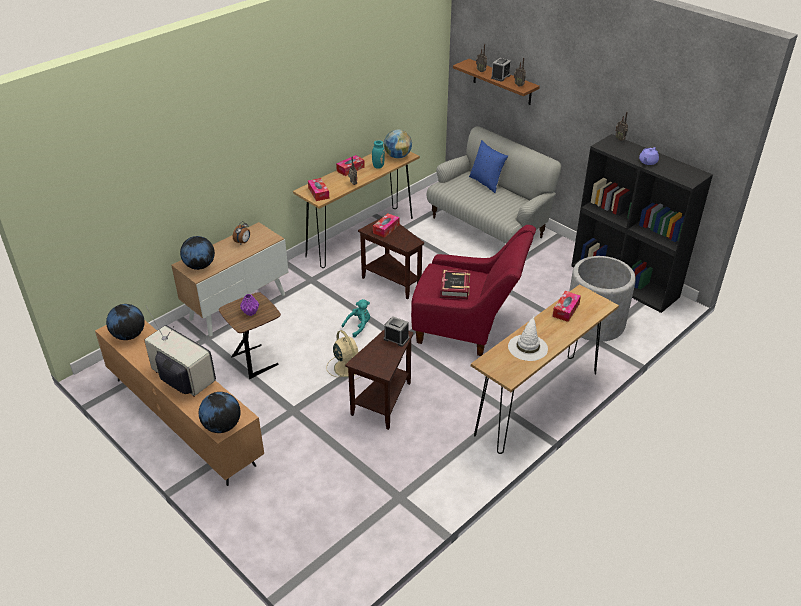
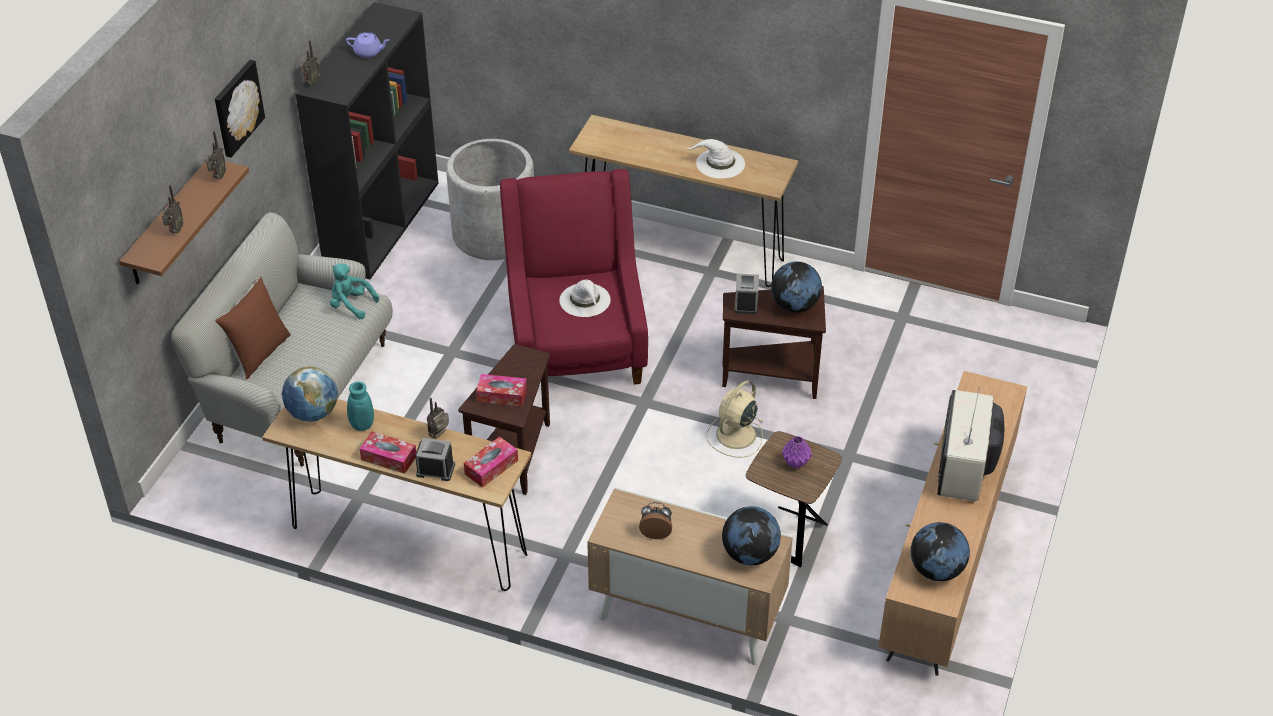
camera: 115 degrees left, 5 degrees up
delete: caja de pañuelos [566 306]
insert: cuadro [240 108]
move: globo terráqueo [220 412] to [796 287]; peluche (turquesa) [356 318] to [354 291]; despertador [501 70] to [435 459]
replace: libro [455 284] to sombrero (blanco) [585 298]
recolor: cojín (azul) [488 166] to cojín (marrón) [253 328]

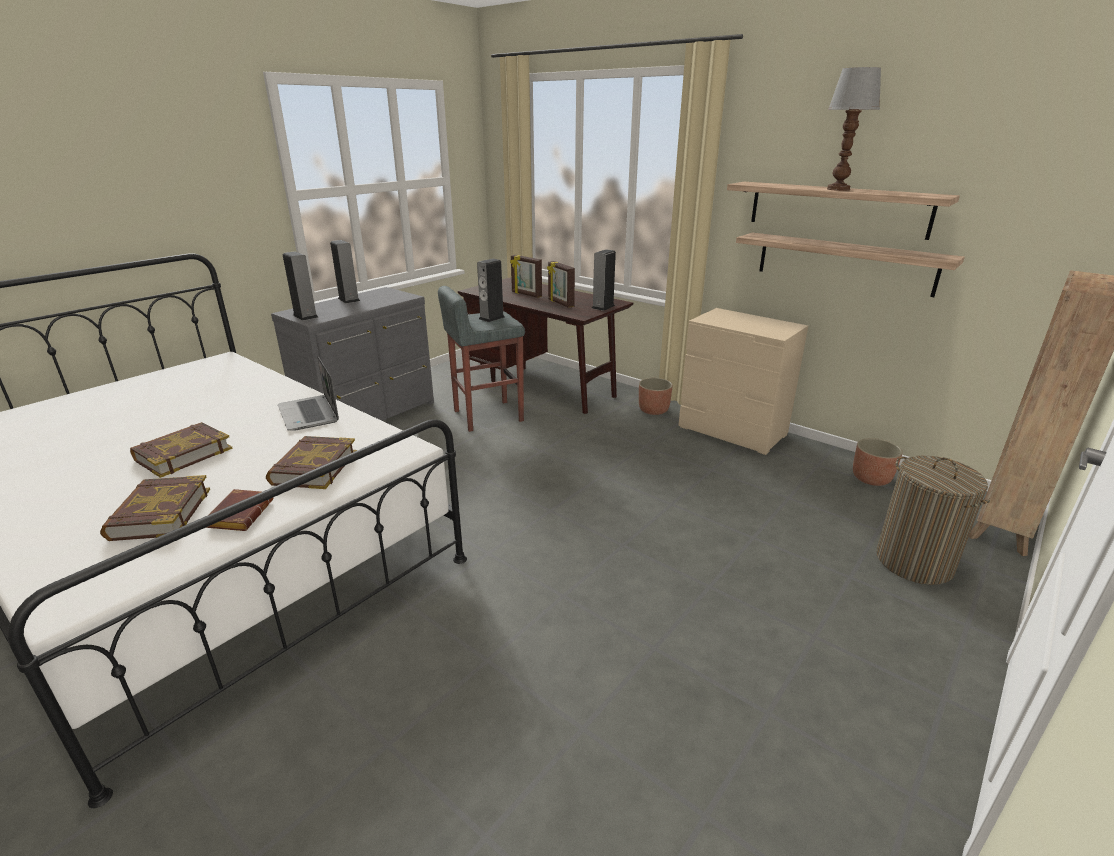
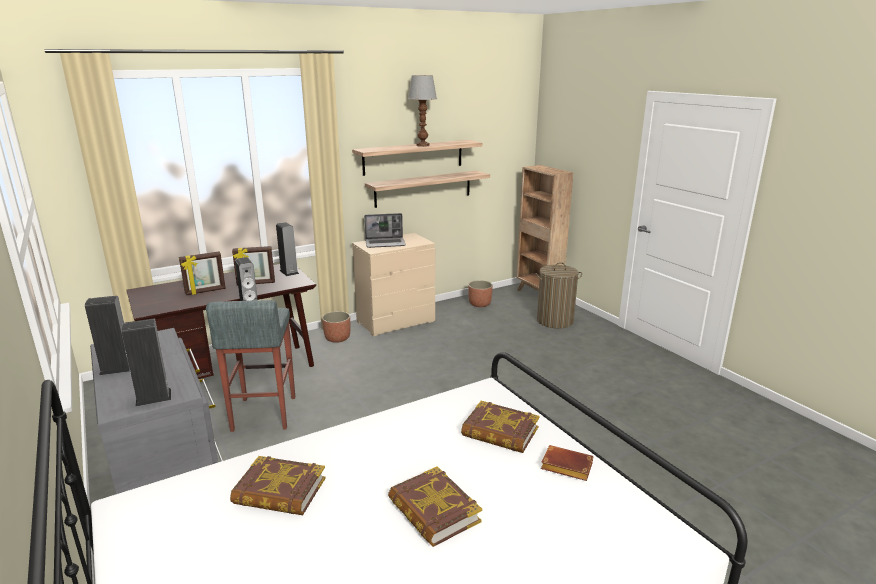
camera: 70 degrees left, 5 degrees down
move: libro [155 508] to [277 485]; portátil [308 393] to [385 230]

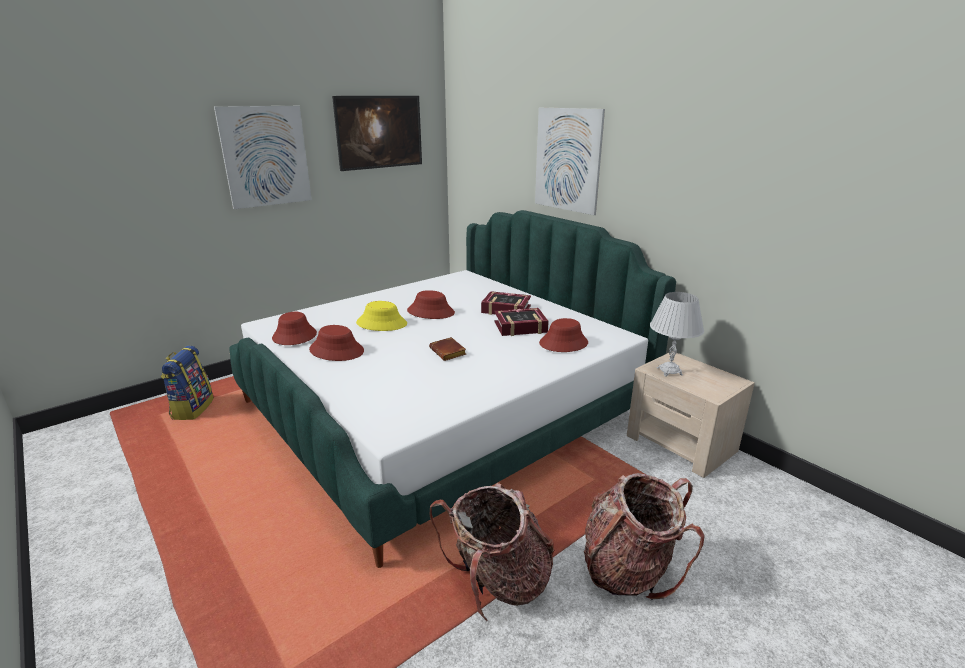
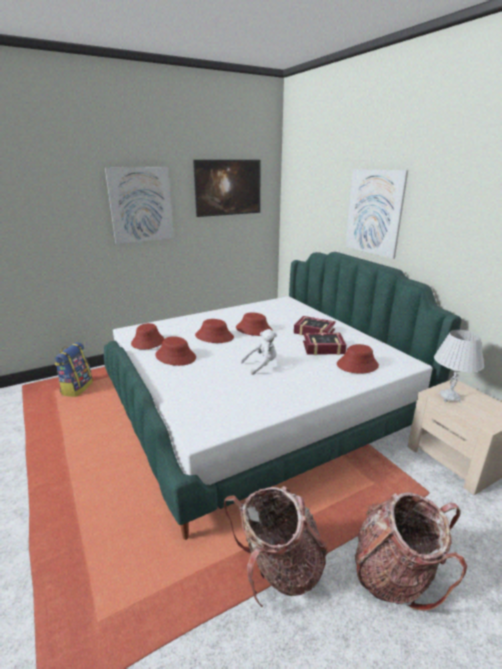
camera: 10 degrees right, 0 degrees up
replace: libro (marrón) [447 349] to peluche (blanco) [259 352]
recolor: sombrero (amarillo) [381 316] to sombrero (rojo) [214 331]

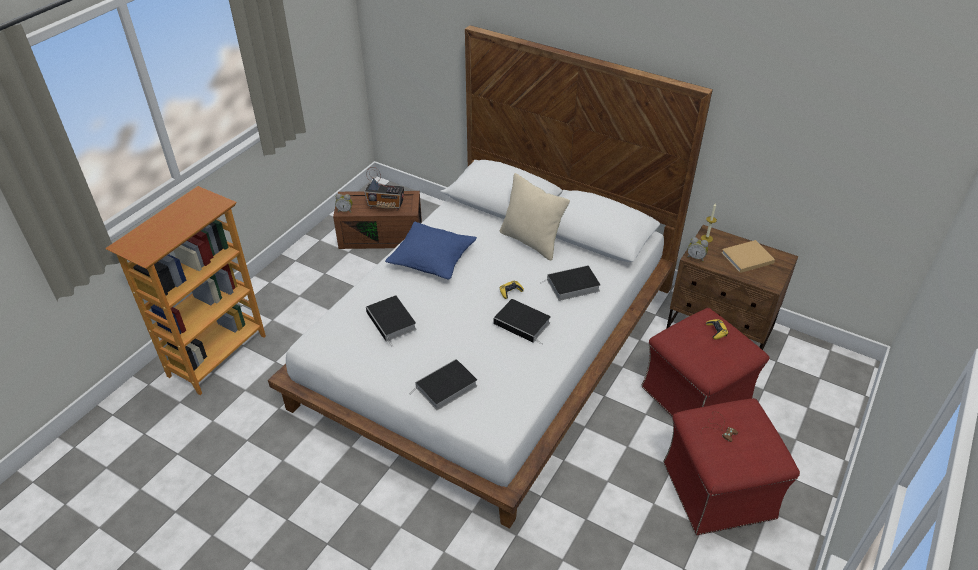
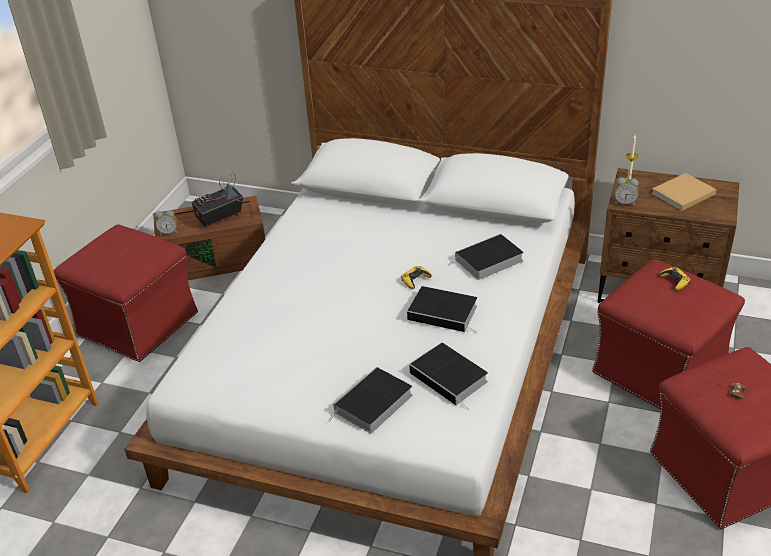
camera: 10 degrees left, 5 degrees down
delete: cojín (azul) [431 250]; cojín (beis) [535 217]
insert: puf (rojo) [126 293]
move: libro [391 320] to [448 376]
rotate: radio [384 189] = [217 199] 150 degrees clockwise

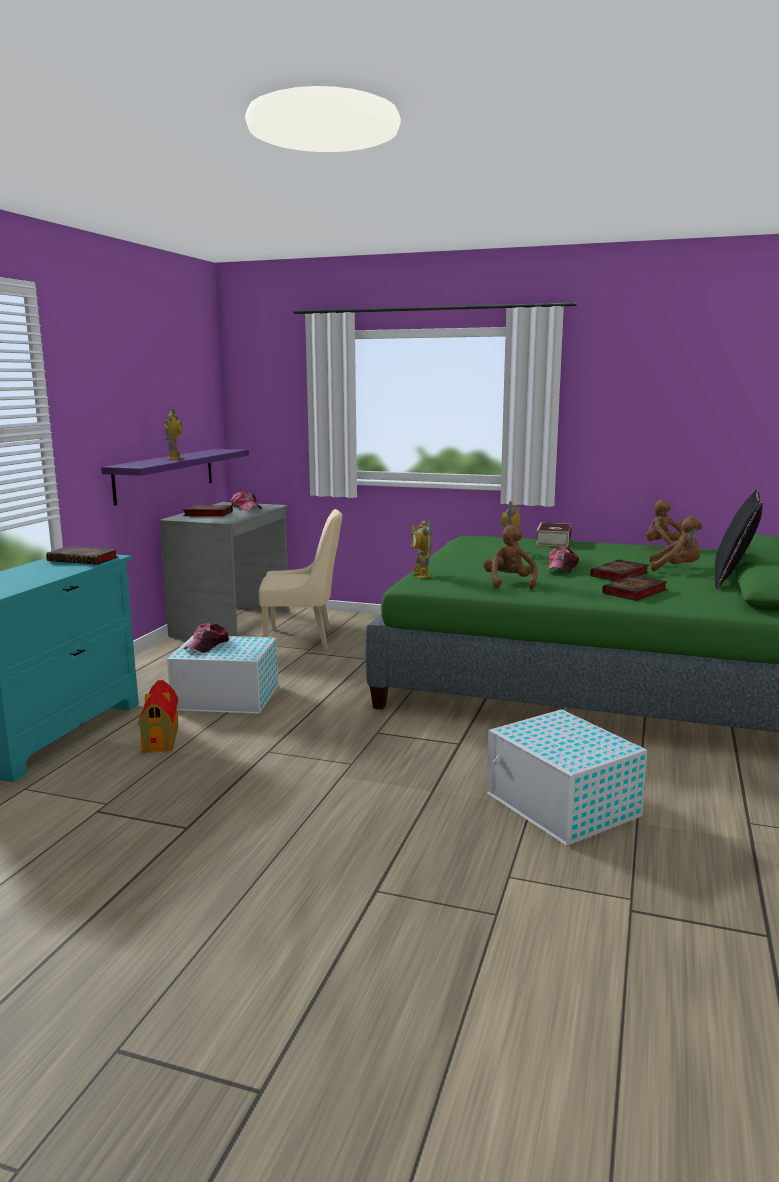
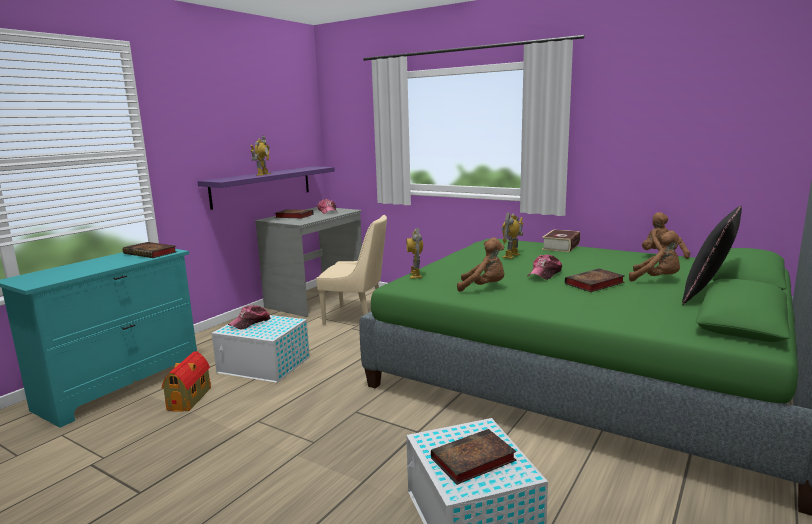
camera: 15 degrees right, 0 degrees up
move: libro [634 588] to [473 457]
rotate: peluche (marrón) [510 557] = [480 265] 90 degrees clockwise

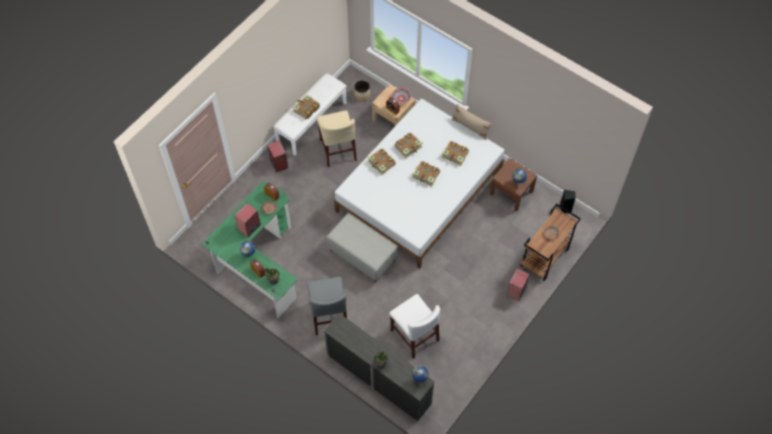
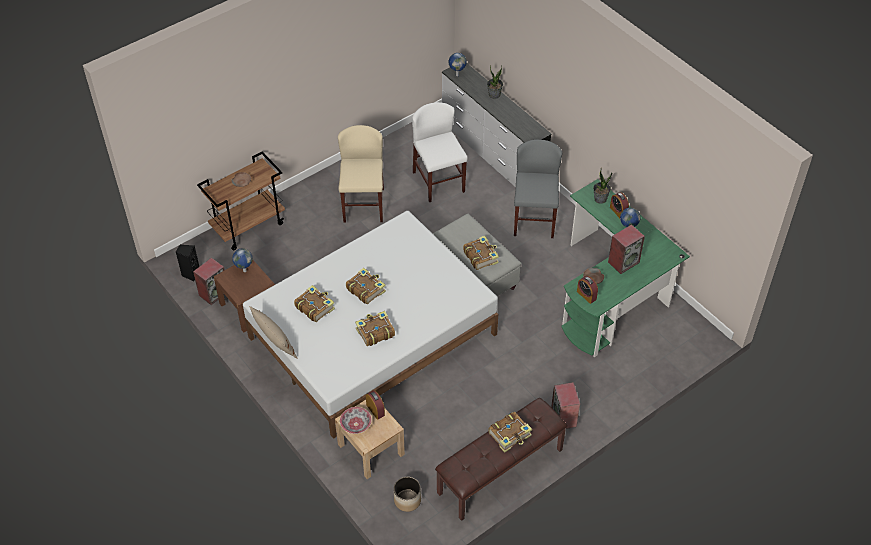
camera: 165 degrees left, 10 degrees down
move: silla (beis) [337 138] to [361 174]; libro [381 161] to [481 253]; altavoz [518 284] to [209 281]
recolor: banco (blanco) [310 115] to banco (marrón) [501 459]

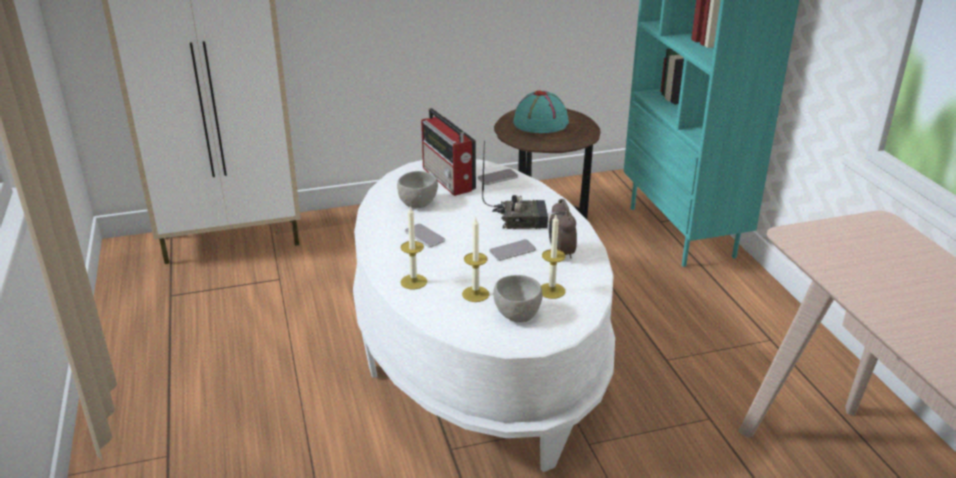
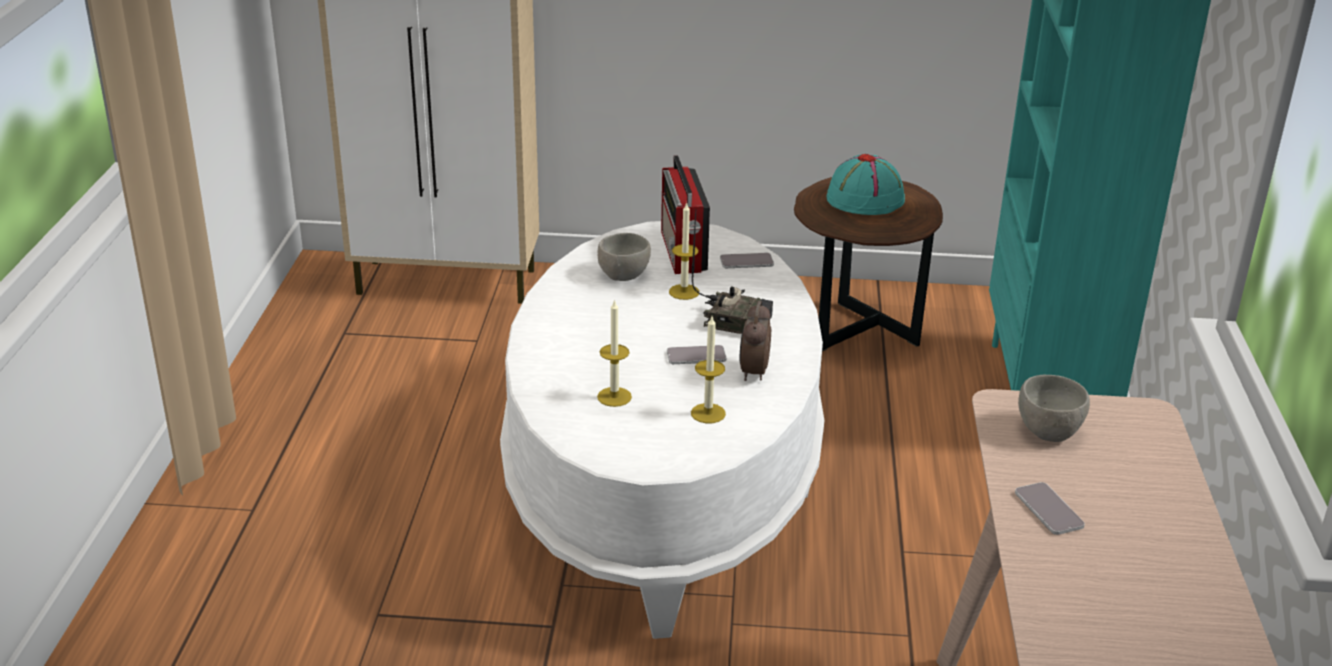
camera: 20 degrees right, 0 degrees up
move: vela [413 247] to [684 251]; móvil [425 236] to [1050 508]; cuenco (gris) [518 298] to [1054 408]

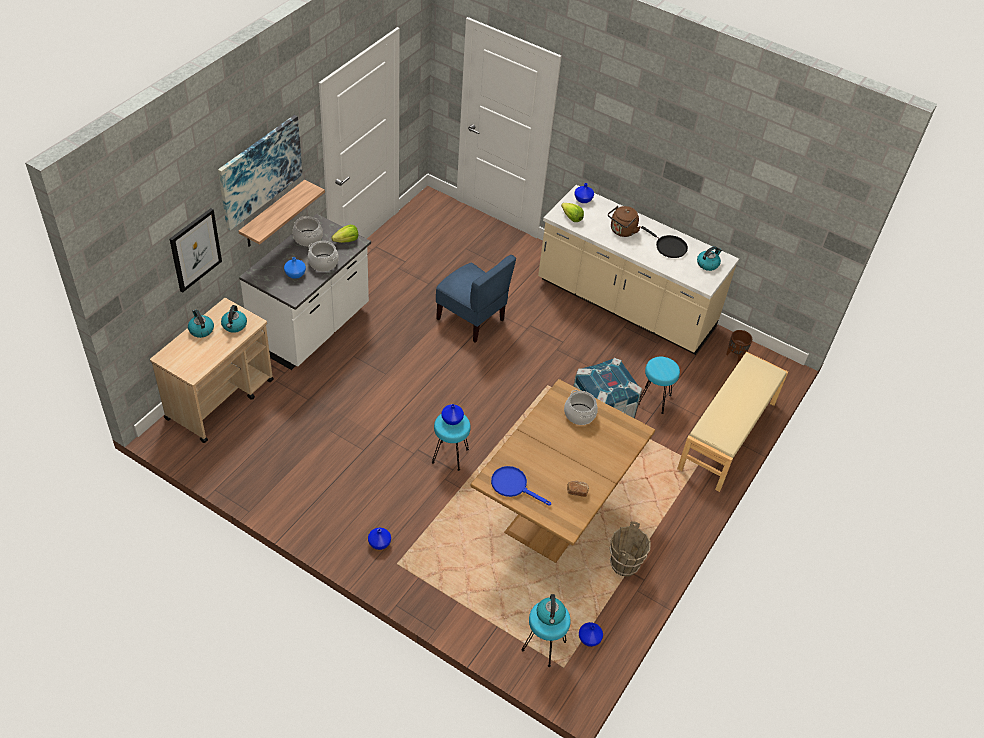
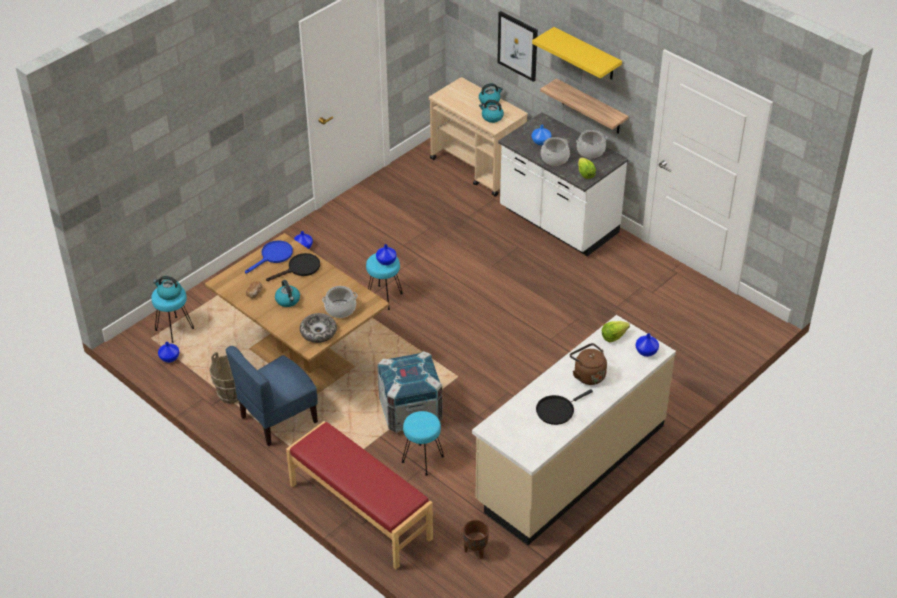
camera: 105 degrees right, 5 degrees down
insert: sartén (negro) [293 267]; cuenco [318 328]
move: silla (azul) [476 298] to [272 396]; hervidor [709 258] to [287 293]
replace: cuadro [260 173] to estante (amarillo) [577 53]
recolor: banco (beis) [732 422] to banco (rojo) [359 495]

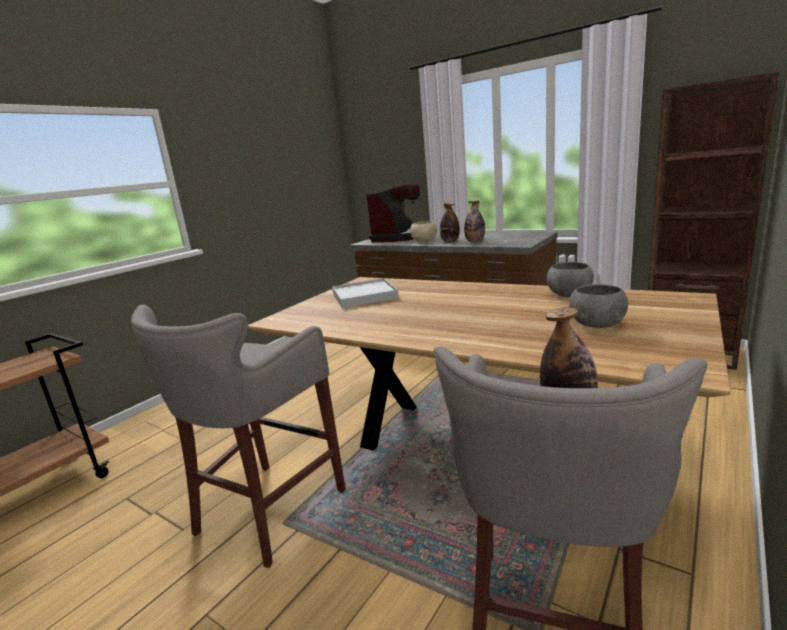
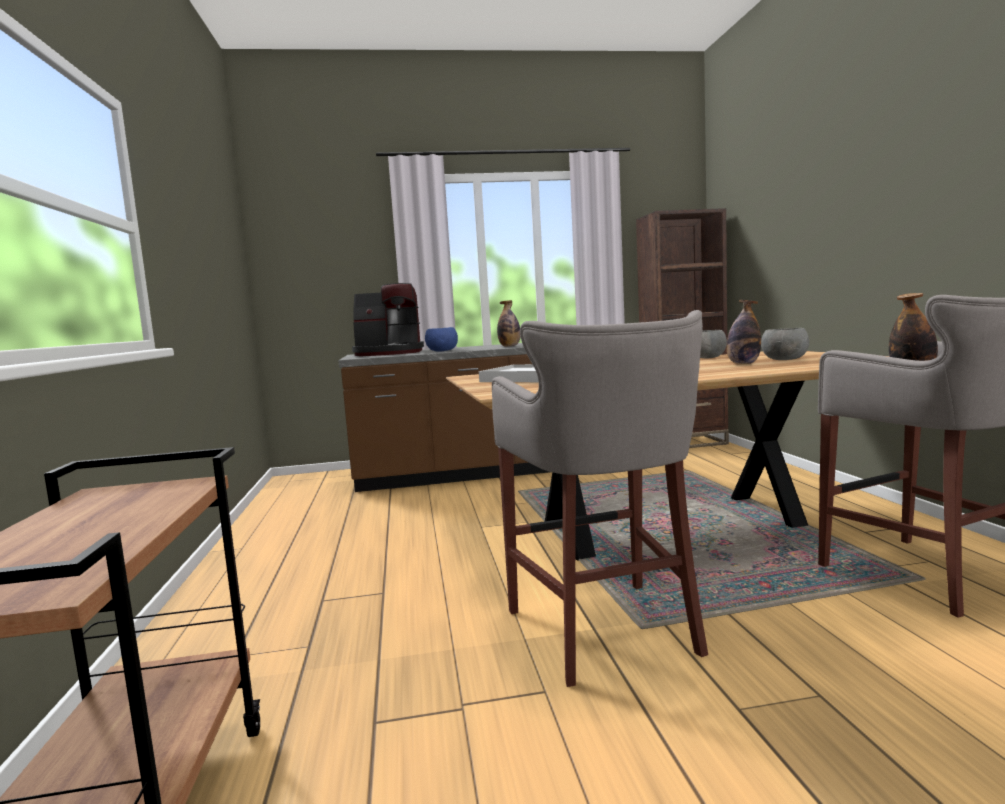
camera: 45 degrees left, 10 degrees down
move: botella [450 222] to [744 332]
recolor: cuenco (beis) [423 231] to cuenco (azul) [441 339]
rotate: cafetera [393 212] = [388 319] 105 degrees clockwise

